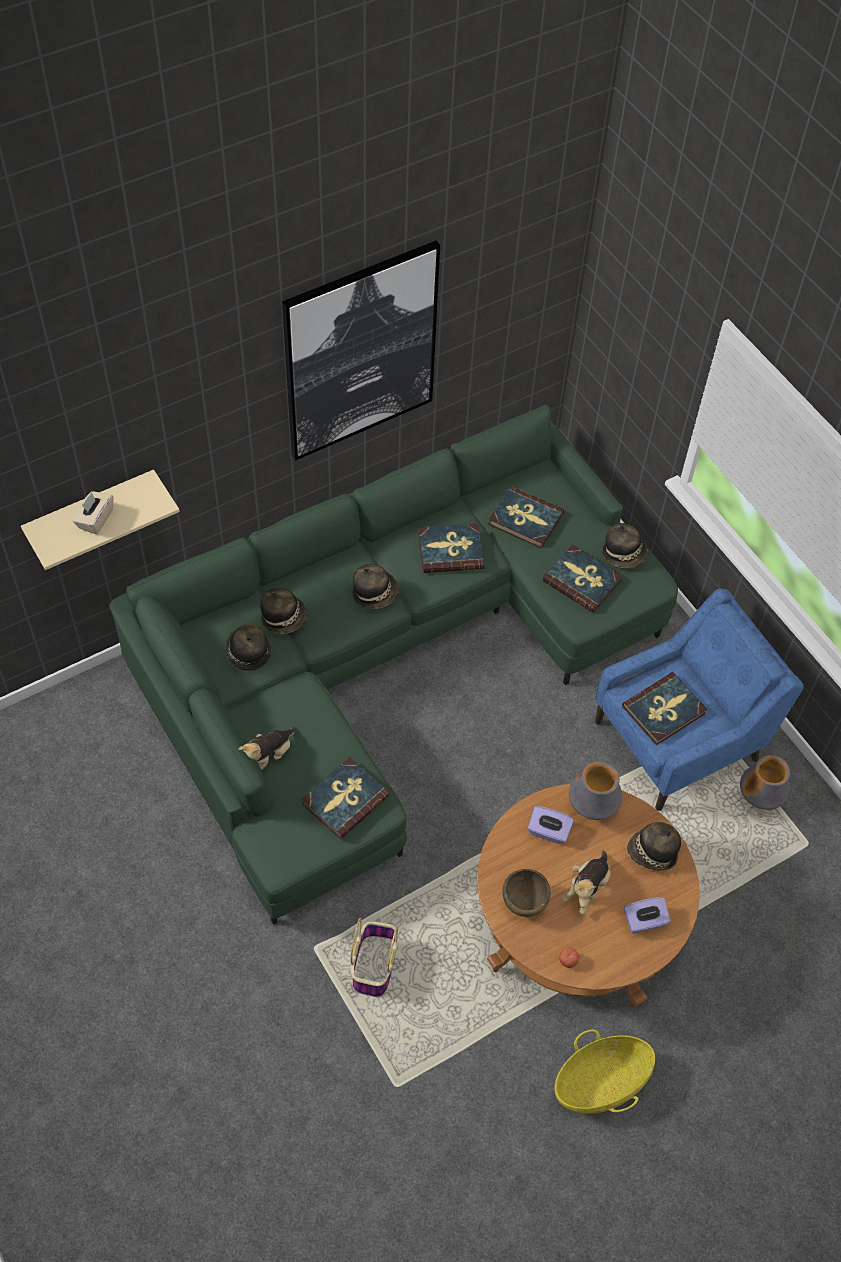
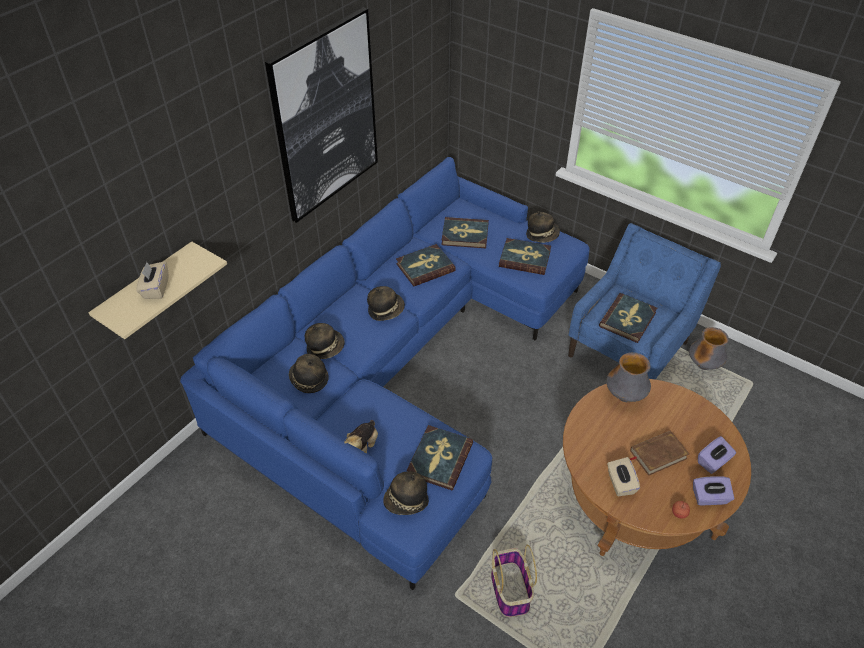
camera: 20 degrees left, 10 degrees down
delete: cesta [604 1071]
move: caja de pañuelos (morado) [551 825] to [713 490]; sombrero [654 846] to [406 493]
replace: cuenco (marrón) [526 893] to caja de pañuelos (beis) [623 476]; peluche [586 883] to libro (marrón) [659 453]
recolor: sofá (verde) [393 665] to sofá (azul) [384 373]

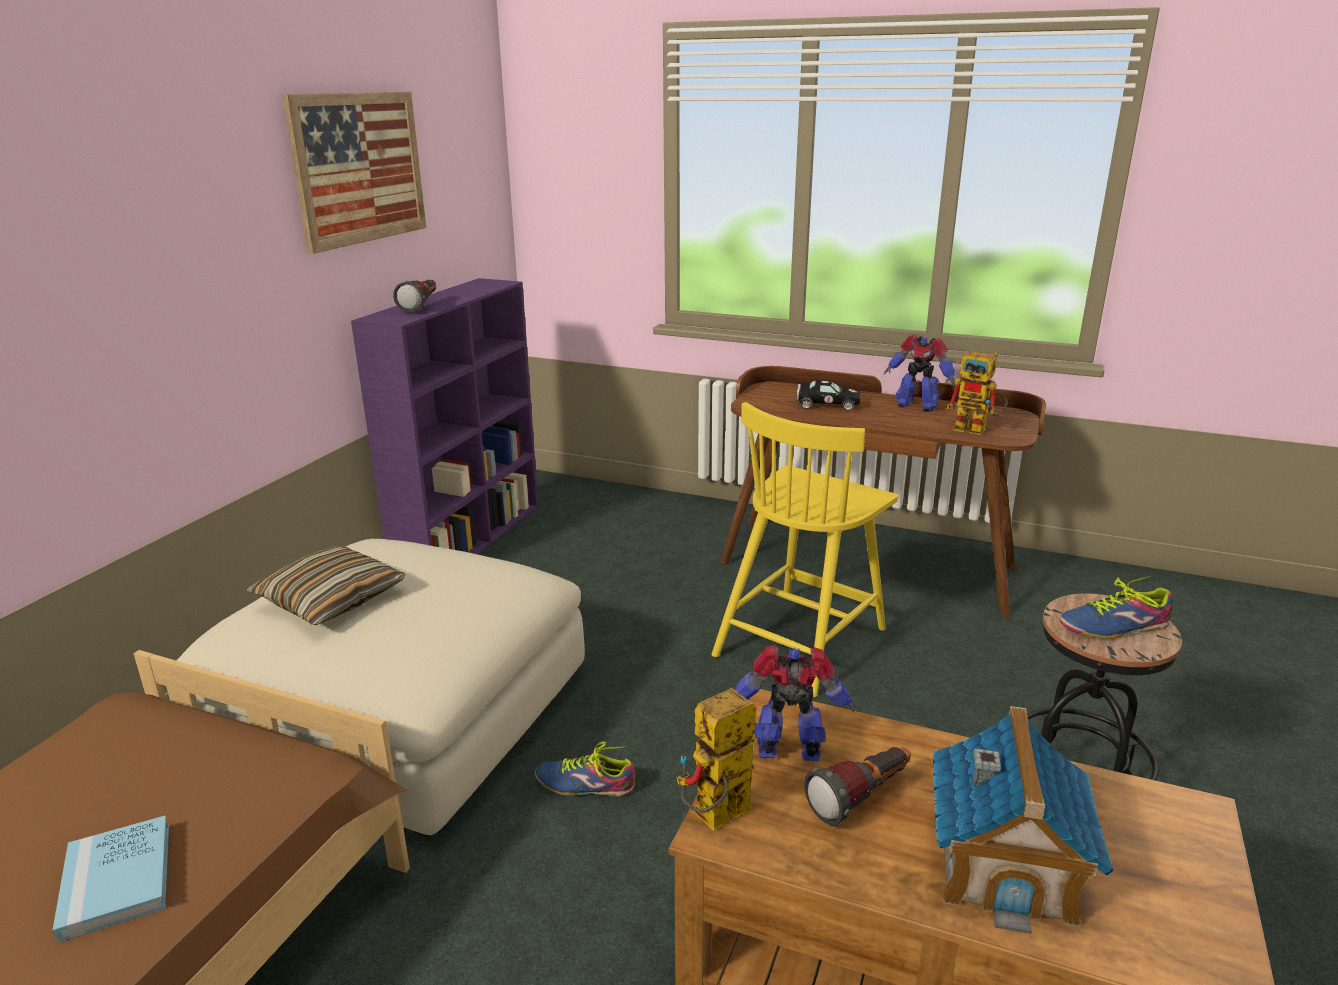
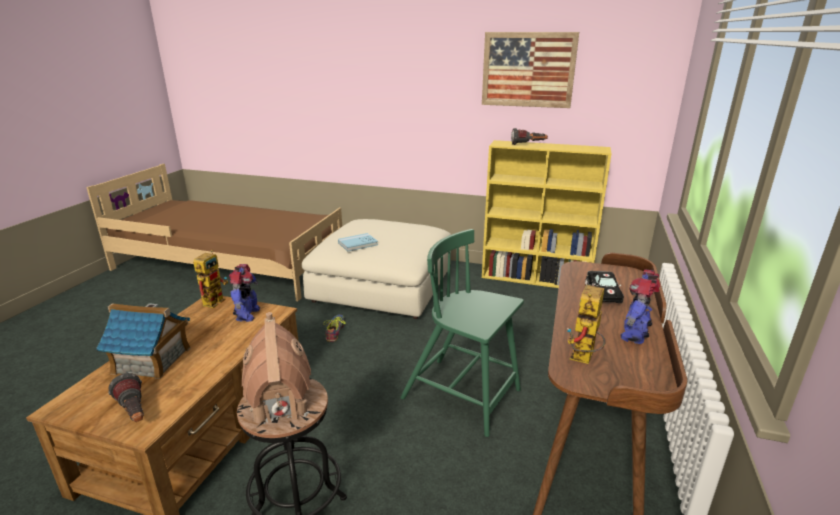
camera: 85 degrees right, 0 degrees up
delete: cojín [326 585]
move: libro (azul) [111 879] to [358 242]; linterna [857 786] to [126 397]
replace: zapato [1117 607] to casita [276 369]
recolor: estantería (morado) [444 416] to estantería (amarillo) [547 214]; silla (amarillo) [805 550] to silla (verde) [462 333]
rotate: robot de juguete [716 759] = [210 279] 60 degrees clockwise

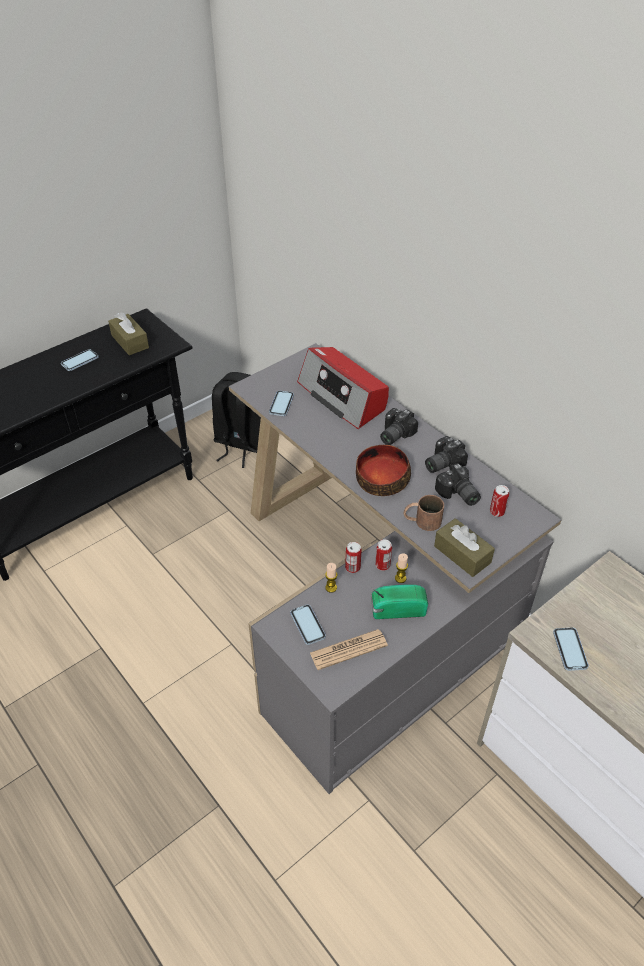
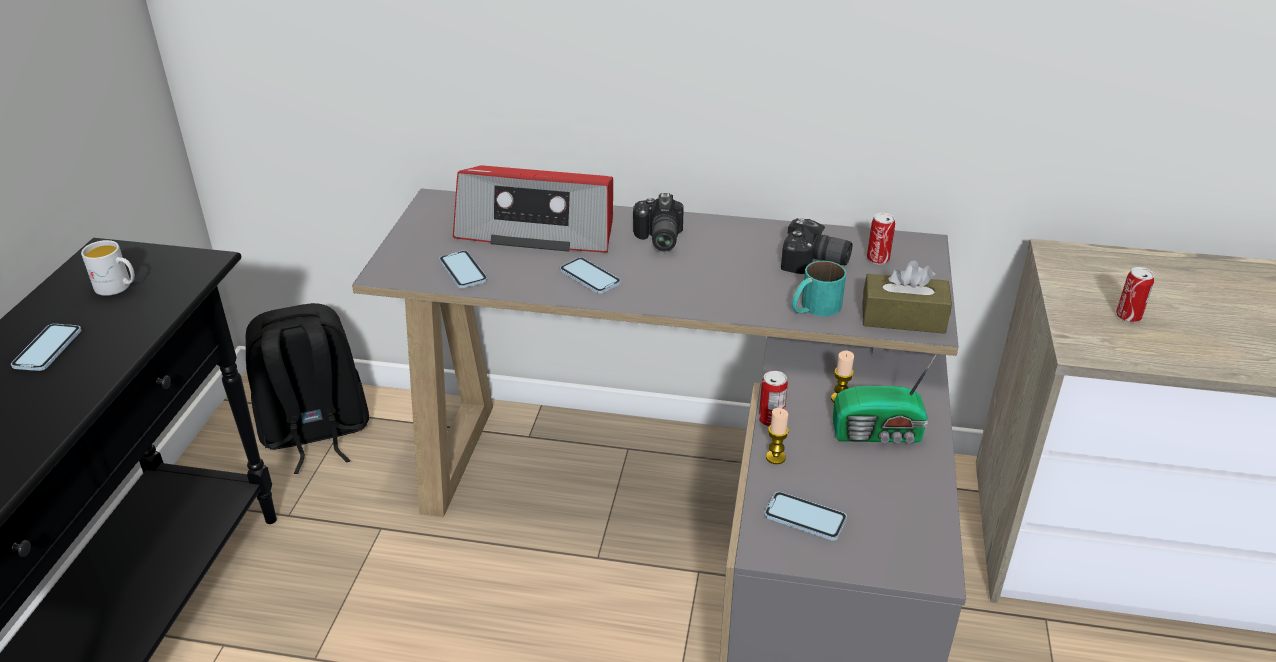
camera: 40 degrees left, 10 degrees down
delete: periódico [349 649]; cuenco [383 470]; cámara [446 454]
move: lata [383 555] to [1135 295]; móvil [571 649] to [590 275]
replace: caja de pañuelos (marrón) [128 333] to taza grande (blanco) [108 268]
recolor: taza grande (marrón) [423 513] to taza grande (turquesa) [819 288]
rotate: radio [399 601] = [885 398] 135 degrees counterclockwise

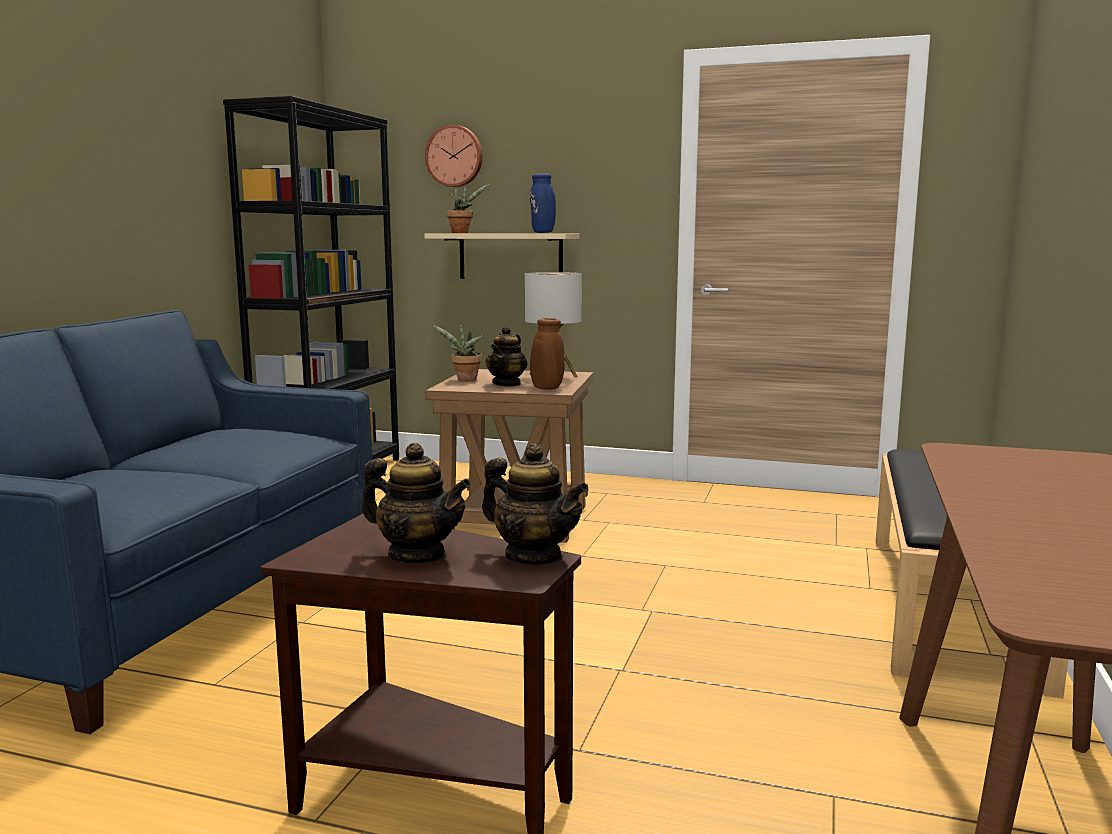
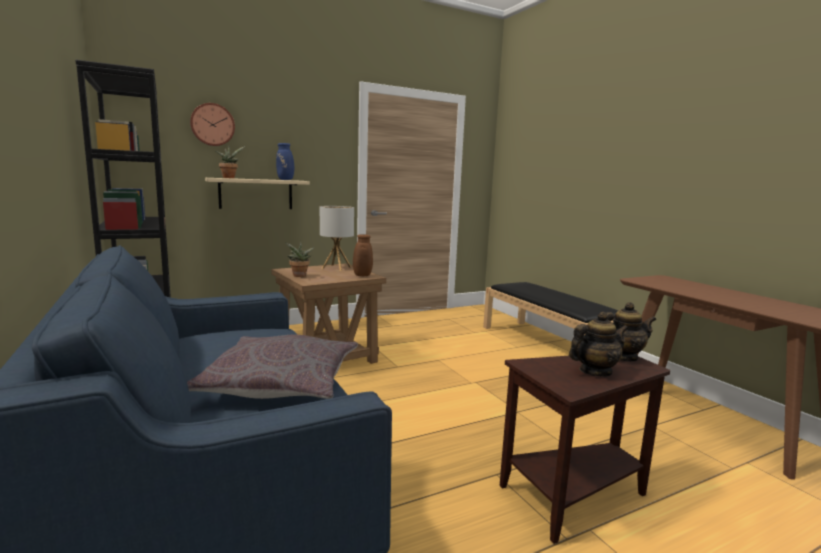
camera: 45 degrees left, 0 degrees up
delete: tetera [506 356]
insert: cojín (gris) [272 366]

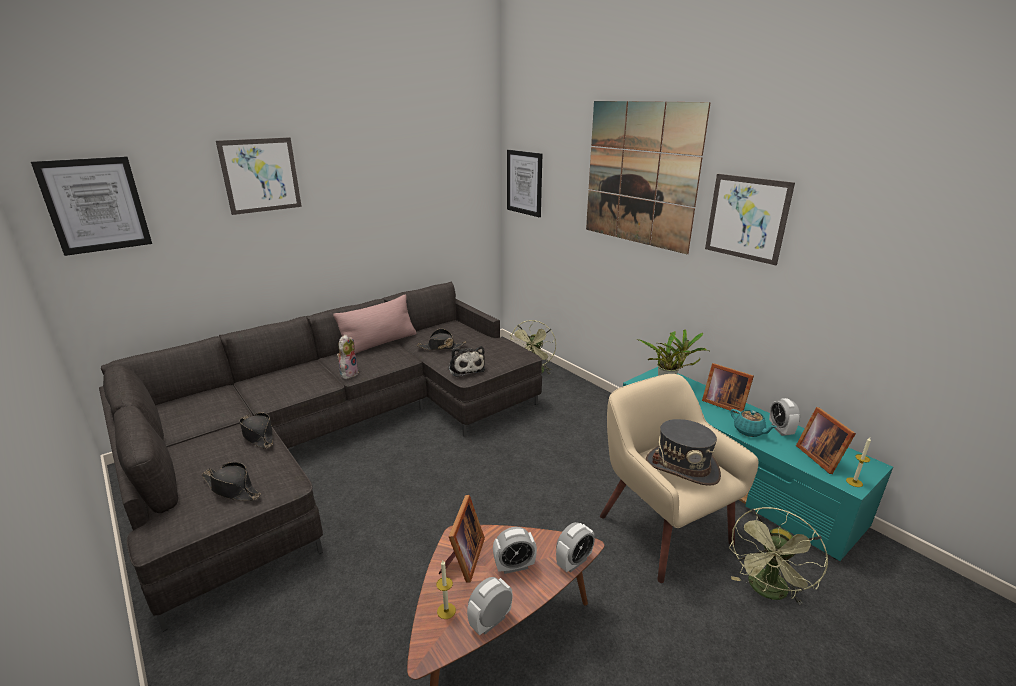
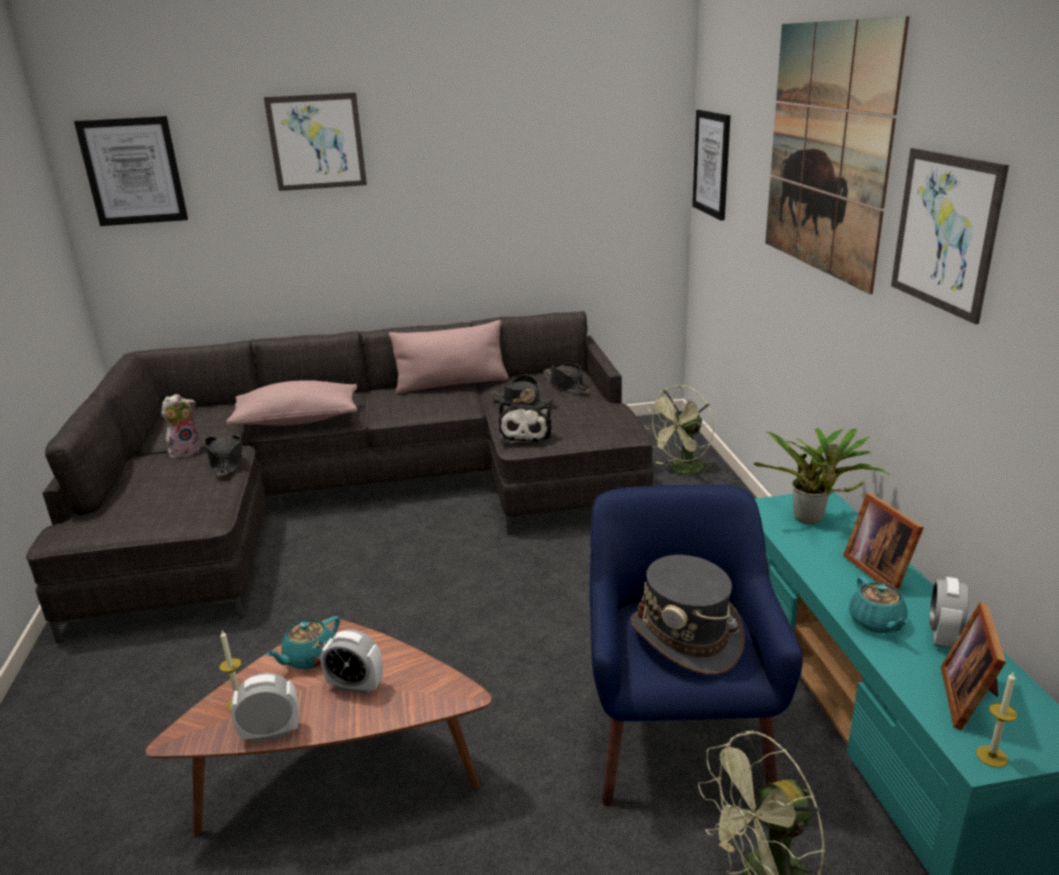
camera: 30 degrees right, 0 degrees up
delete: despertador [575 547]
insert: cojín (rosa) [291 403]
move: sombrero (negro) [231 481] to [566 378]; peluche [348 356] to [180 426]
replace: portarretratos [461 539] to tetera (turquesa) [303 642]
recolor: sillón (beis) [679 478] to sillón (azul) [696 645]

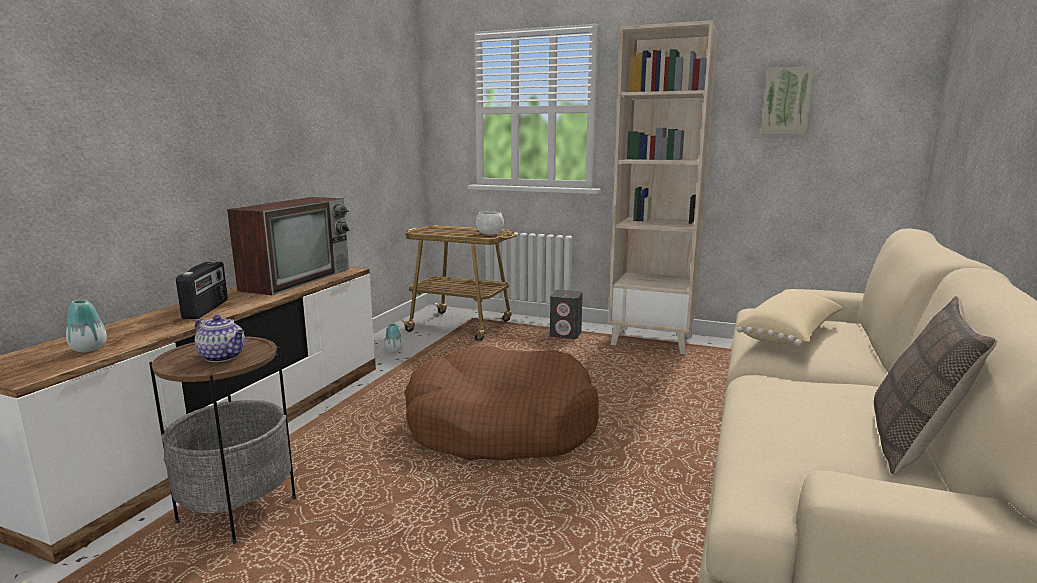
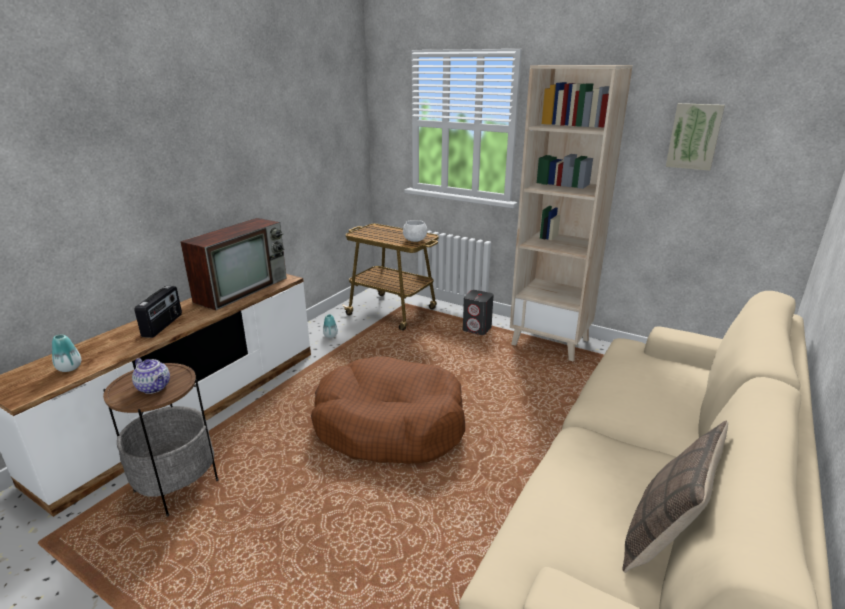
camera: 10 degrees right, 10 degrees up
delete: cojín (beis) [789 318]

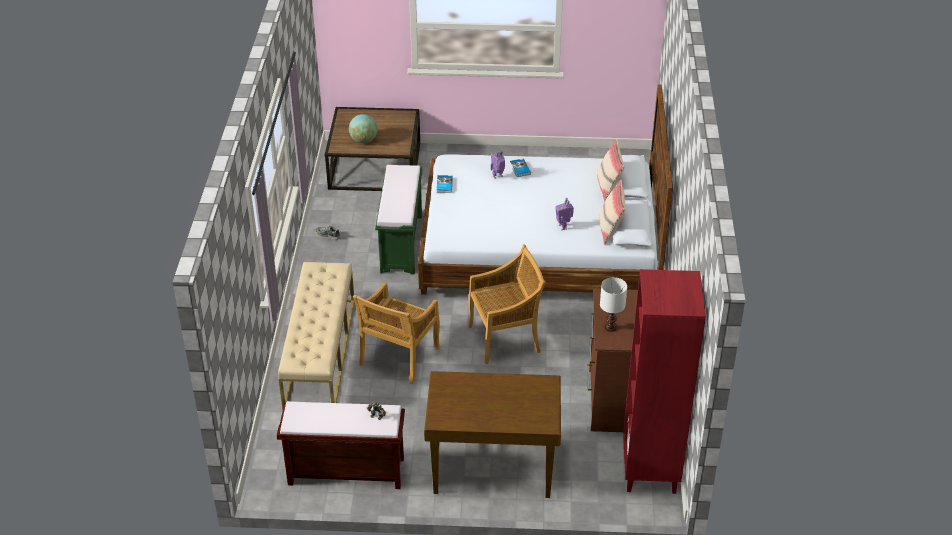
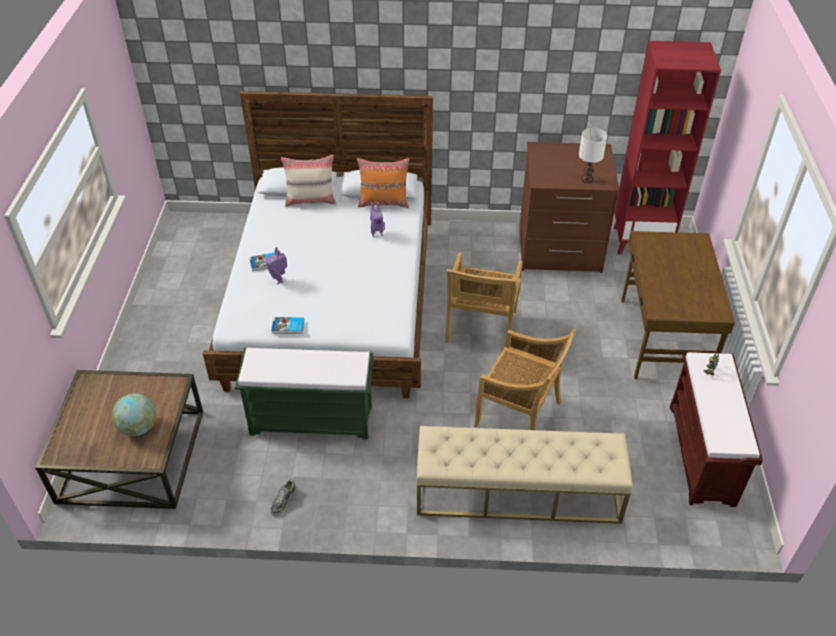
camera: 90 degrees left, 5 degrees up
recolor: cojín (beis) [613 212] to cojín (naranja) [383 183]
rotate: silla (beis) [507 304] = [483 297] 150 degrees counterclockwise

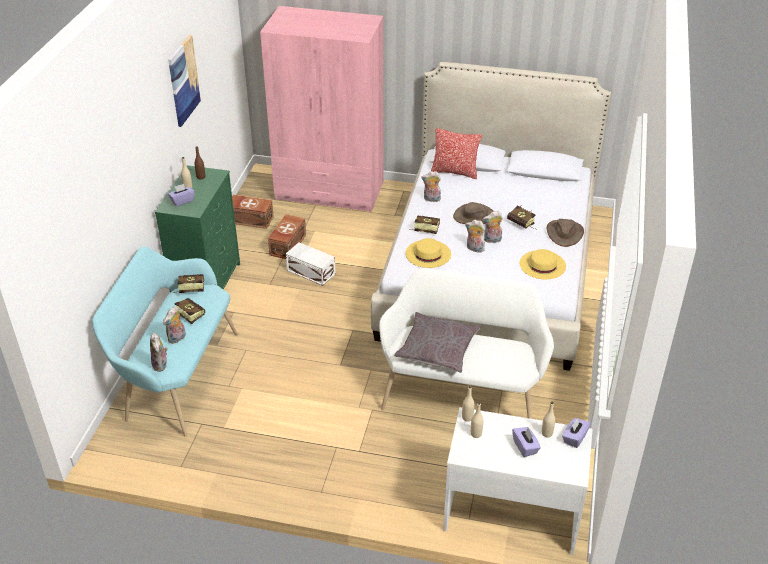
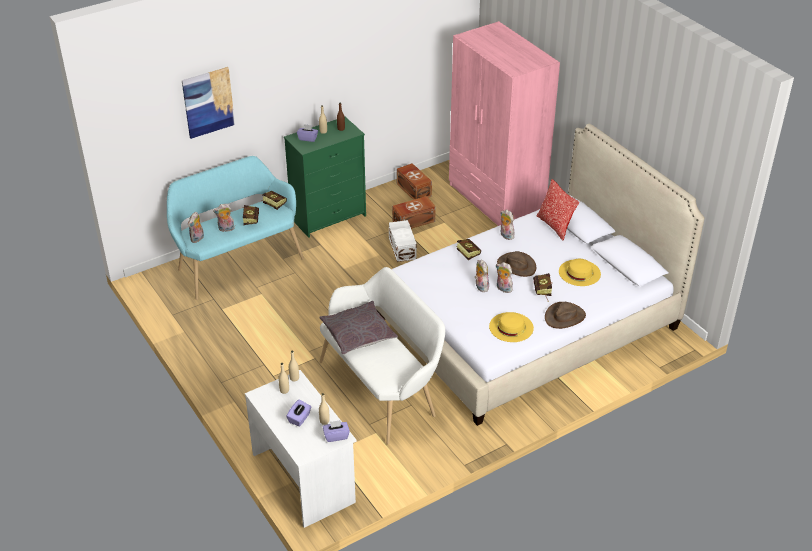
camera: 45 degrees right, 0 degrees up
move: cuadro [184 81] to [208 103]; sombrero (amarillo) [428 253] to [580 272]

